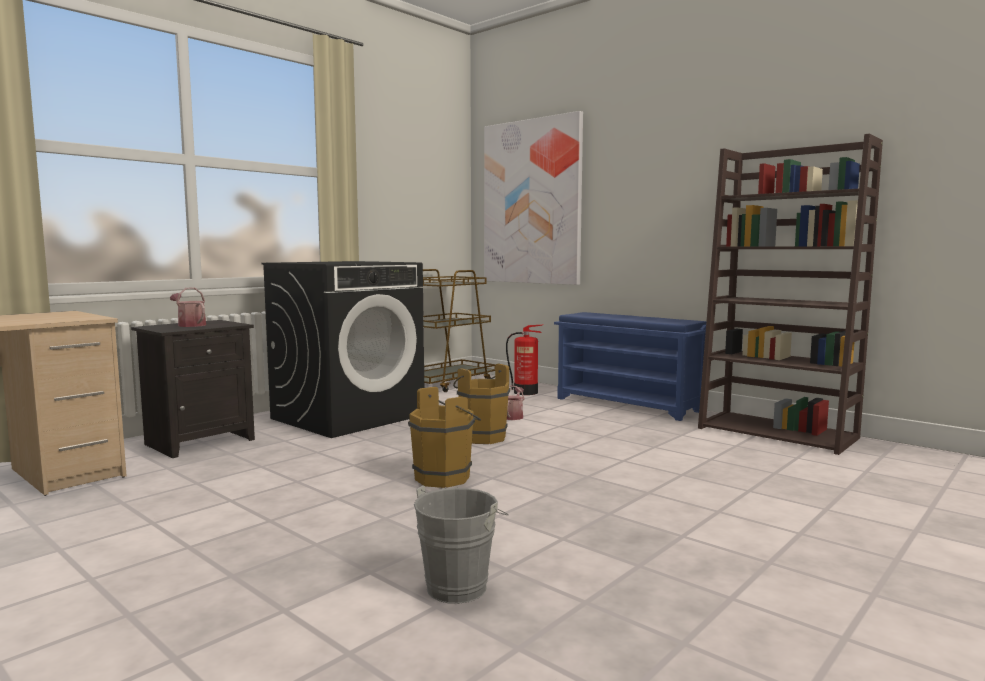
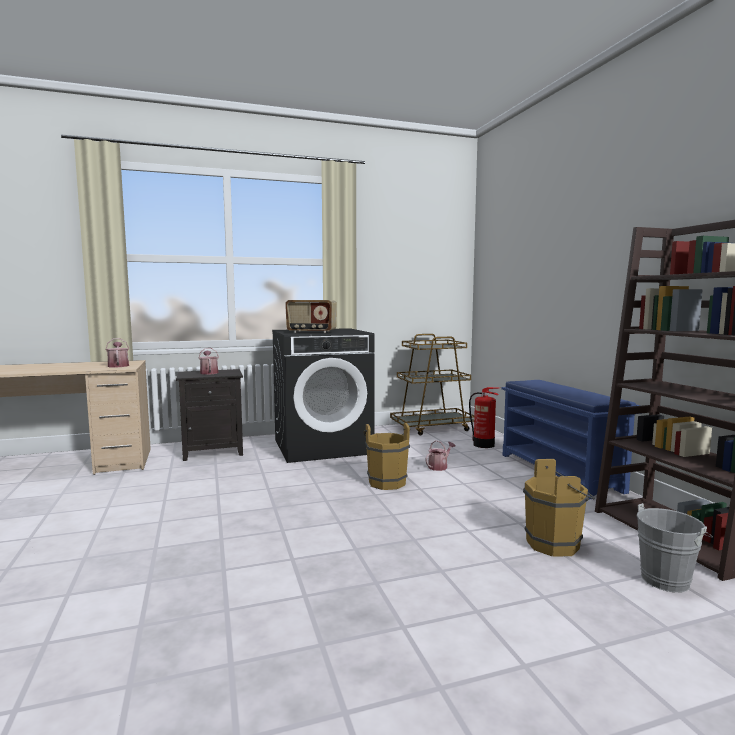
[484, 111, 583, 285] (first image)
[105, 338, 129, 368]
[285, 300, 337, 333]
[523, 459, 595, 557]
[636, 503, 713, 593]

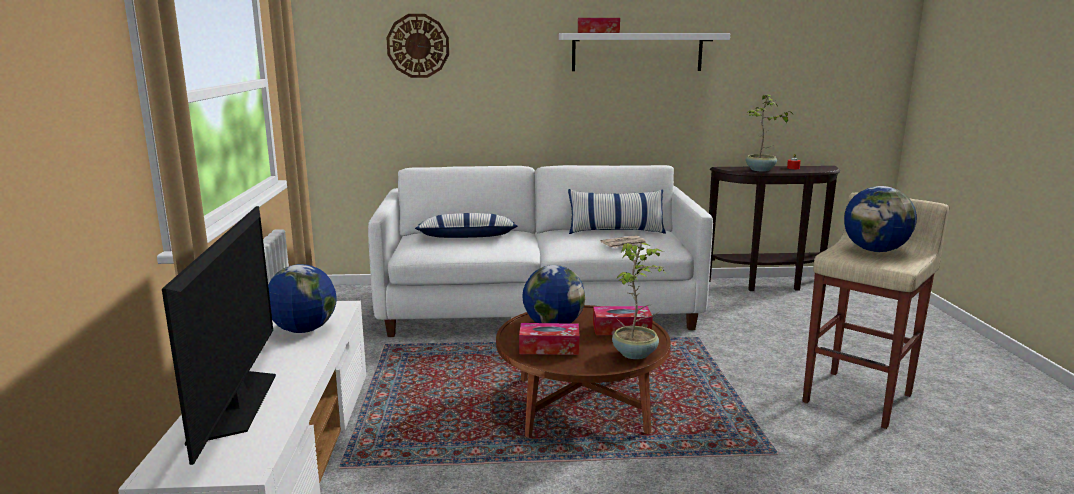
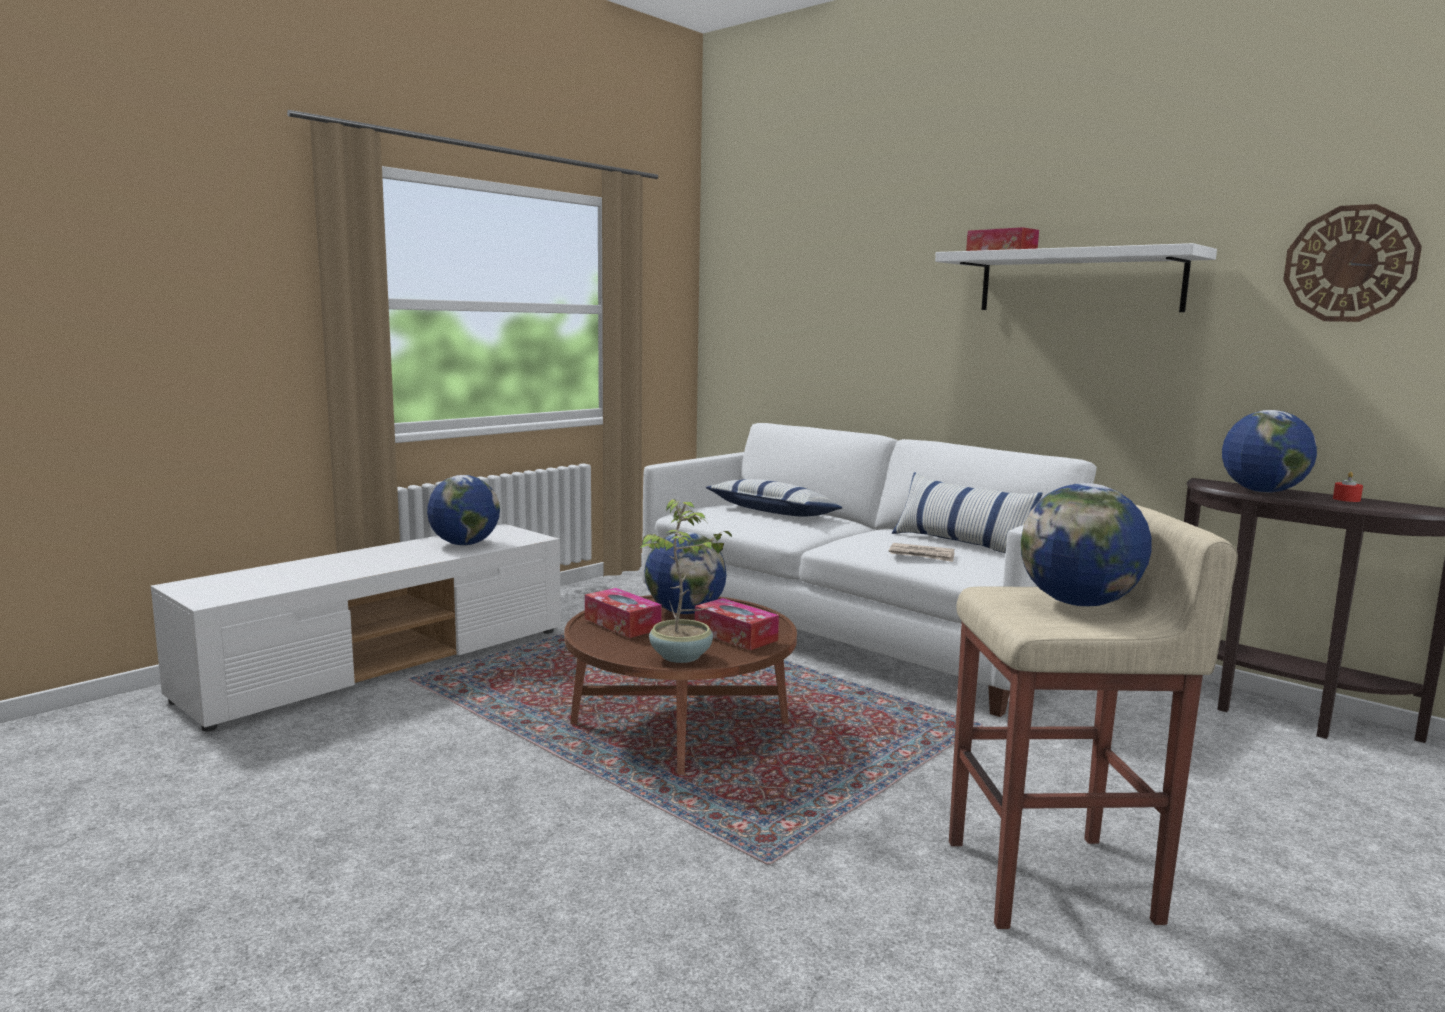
[162, 206, 276, 465] (first image)
[1283, 204, 1422, 322]
[1222, 410, 1317, 493]

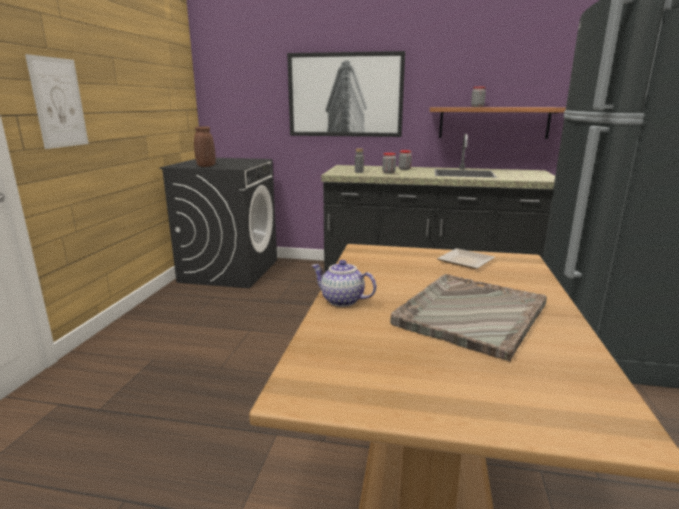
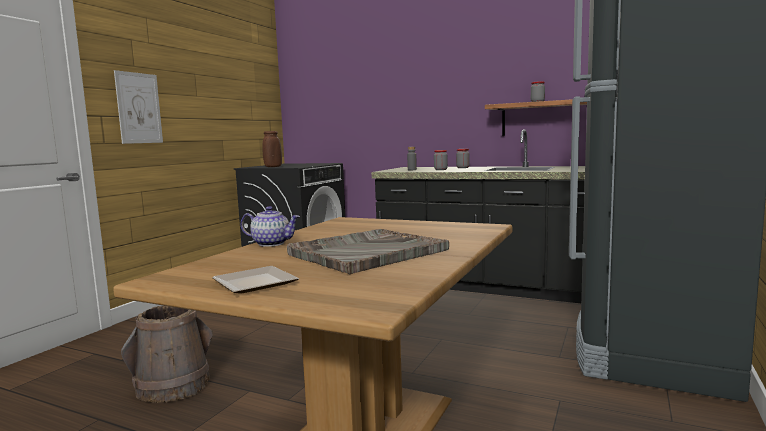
[287, 51, 405, 137] (first image)
[121, 306, 213, 403]
[212, 266, 299, 294]
[241, 206, 300, 247]

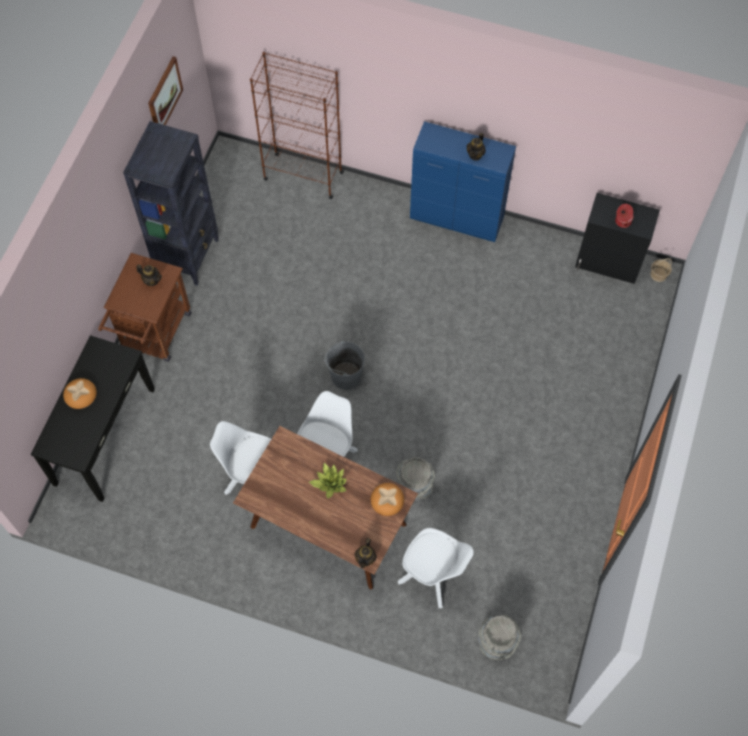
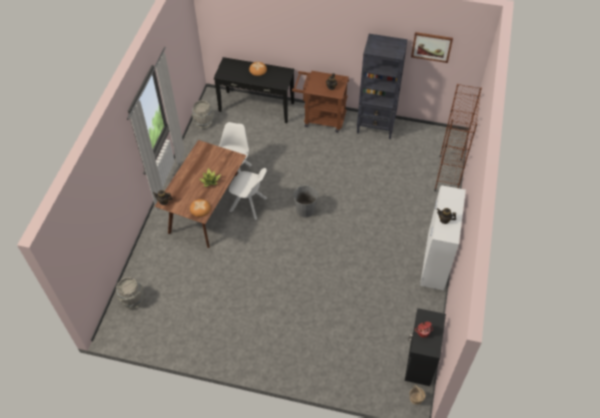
[398, 528, 474, 608] (first image)
[191, 100, 214, 128]
[420, 185, 466, 290]

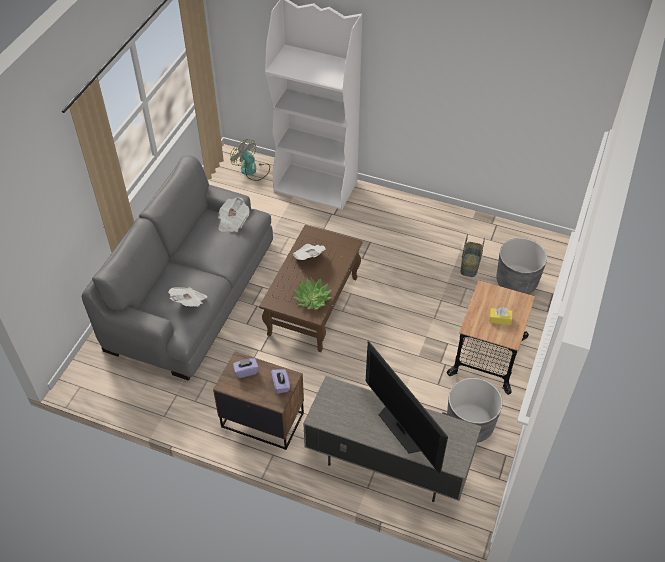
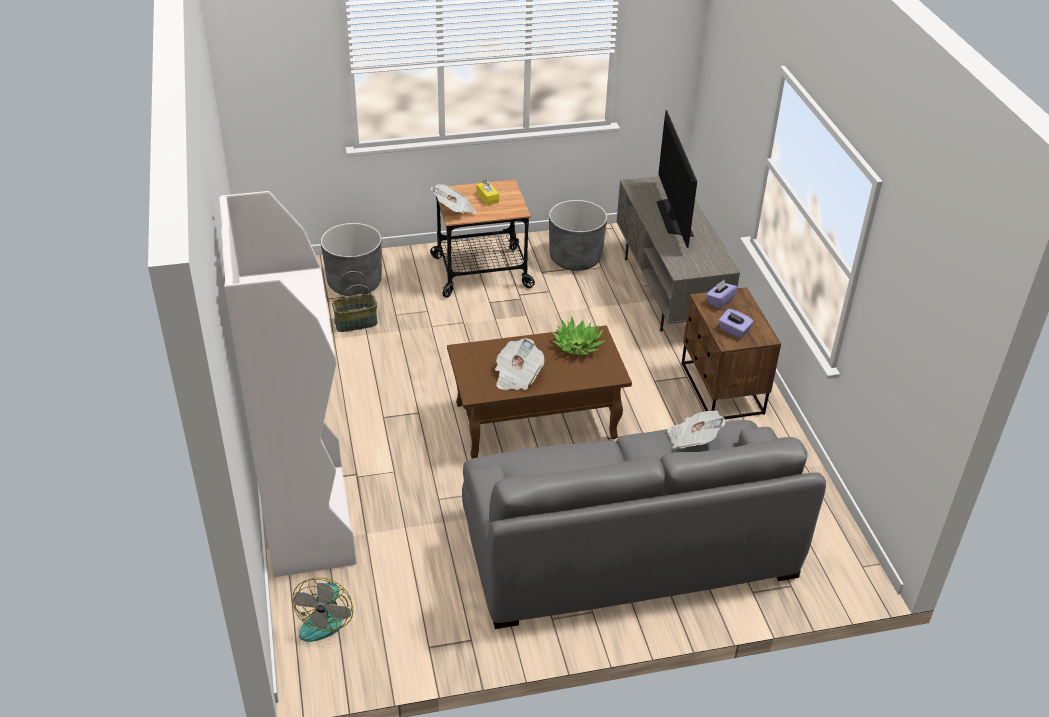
[431, 184, 477, 214]
[657, 110, 697, 248]

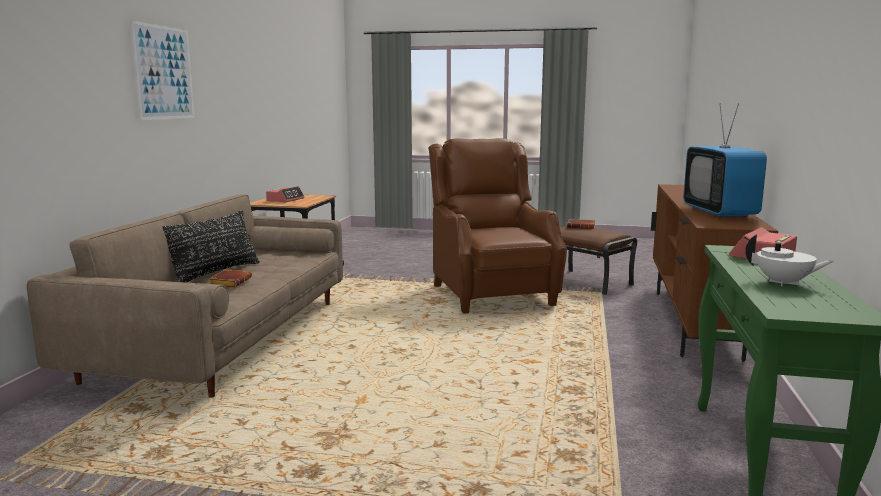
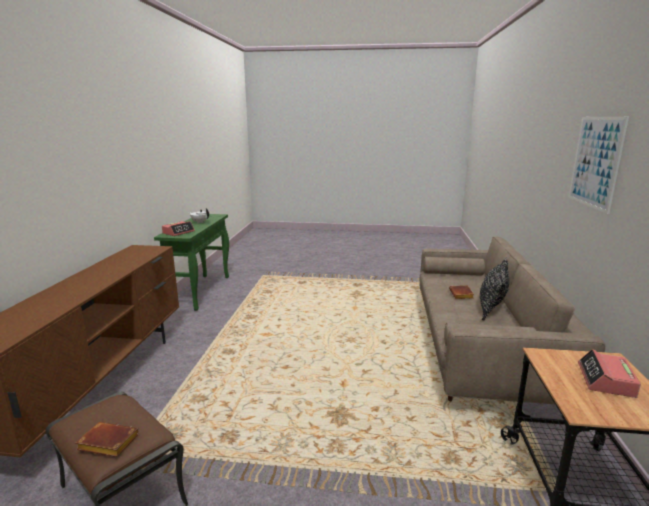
[428, 138, 567, 314] (first image)
[683, 103, 767, 217] (first image)

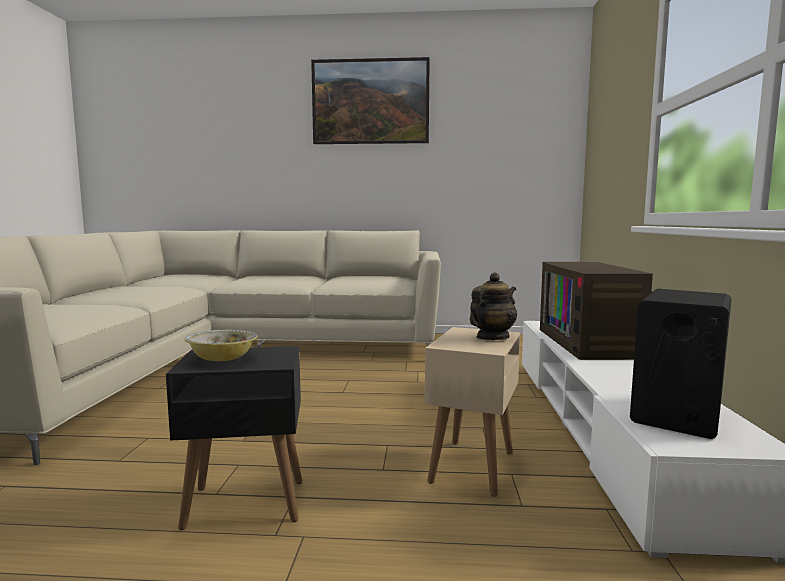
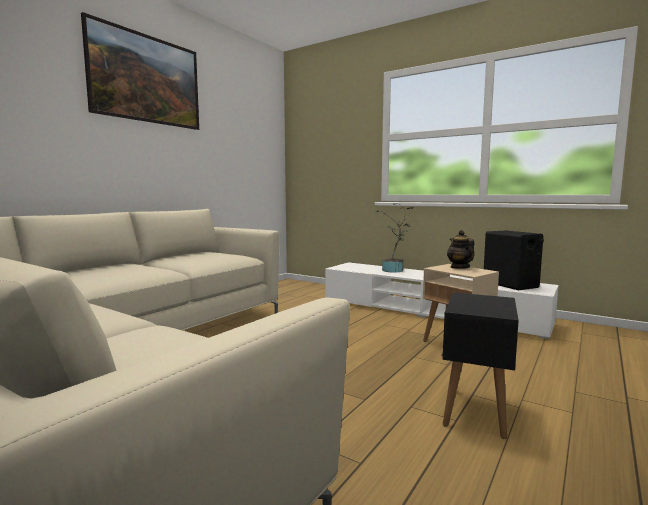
[185, 330, 257, 361] (first image)
[374, 203, 414, 273]

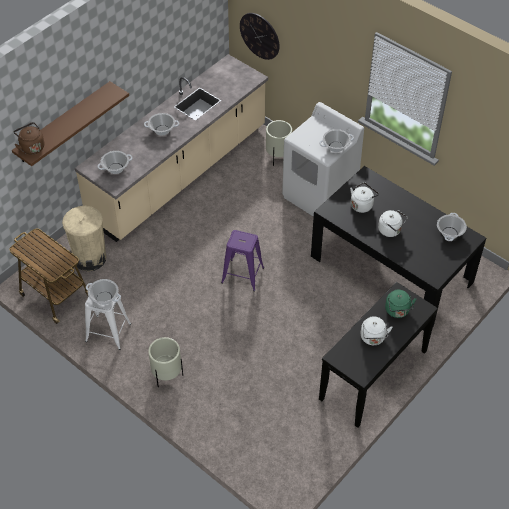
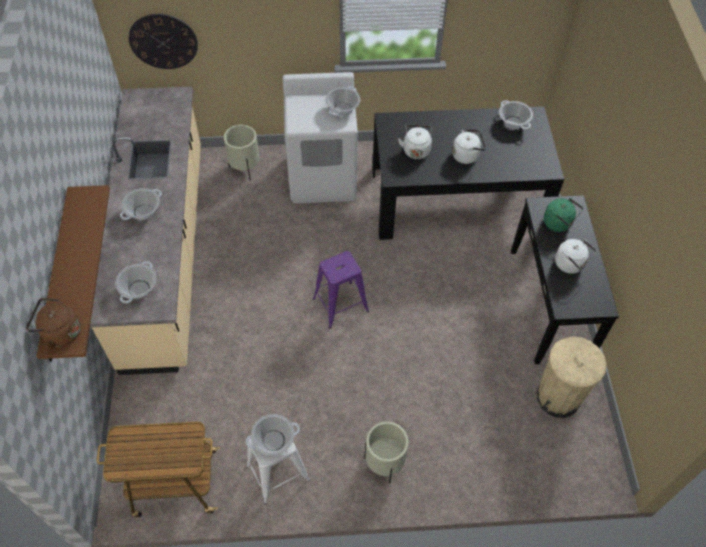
[537, 336, 607, 418]

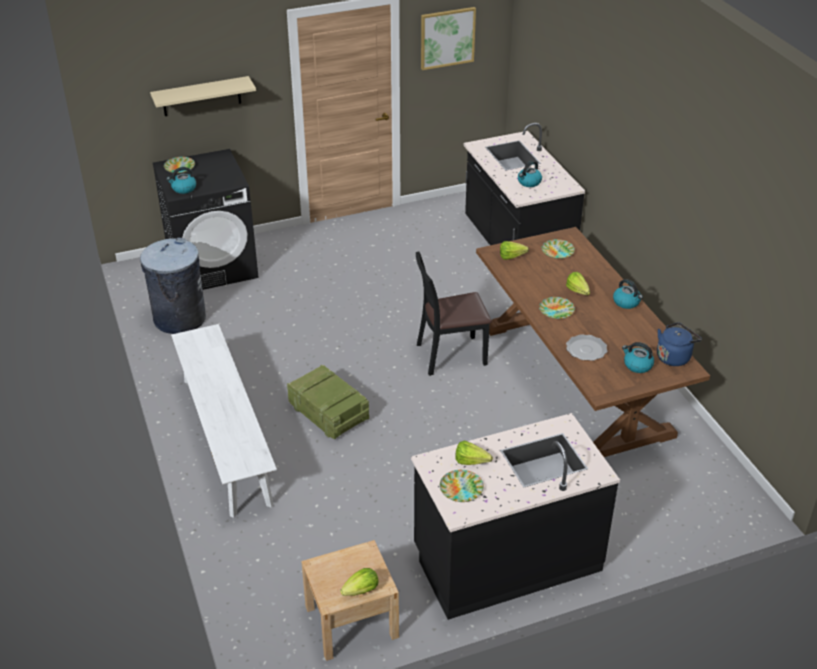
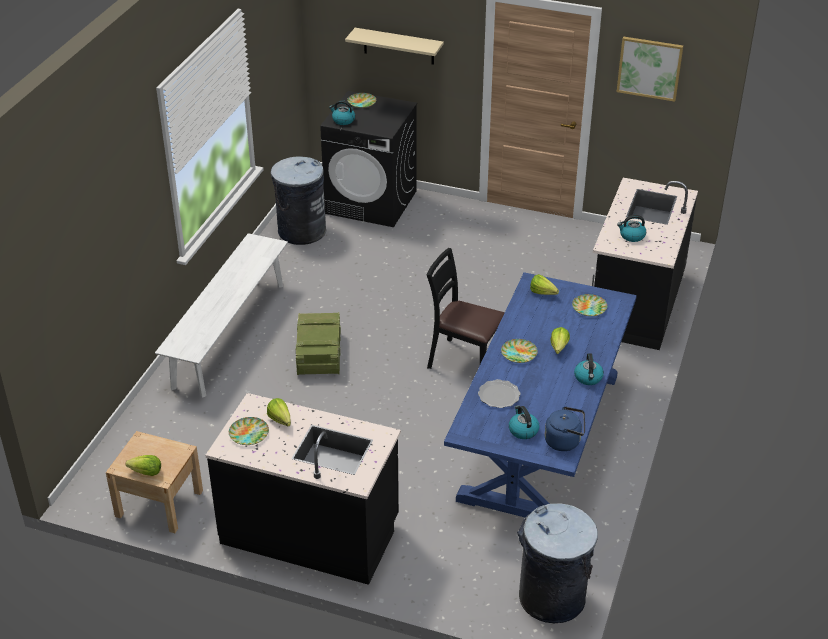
[517, 503, 598, 623]
[444, 272, 637, 518]

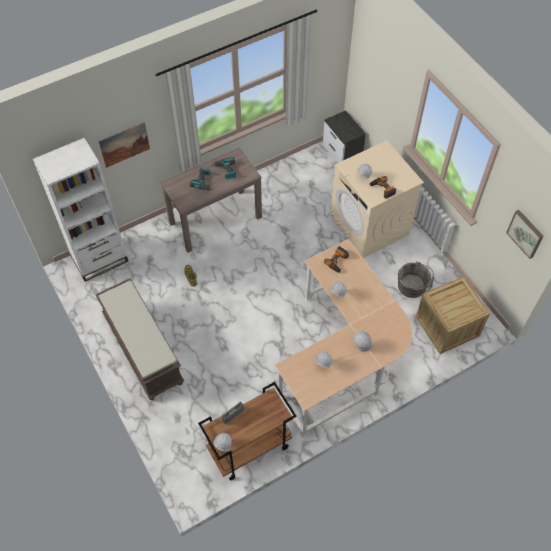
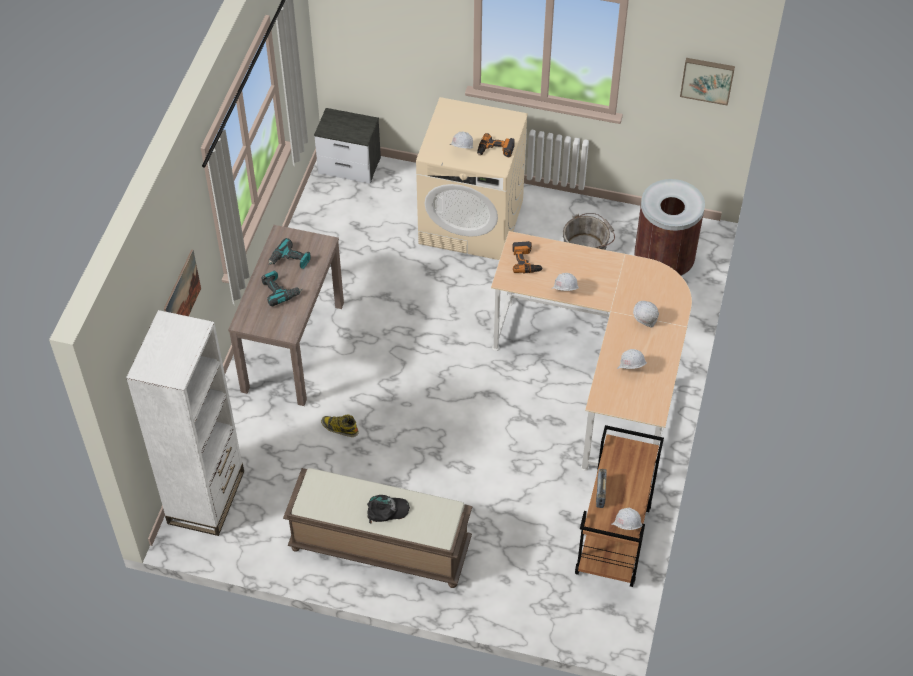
[367, 495, 410, 523]
[634, 179, 705, 276]

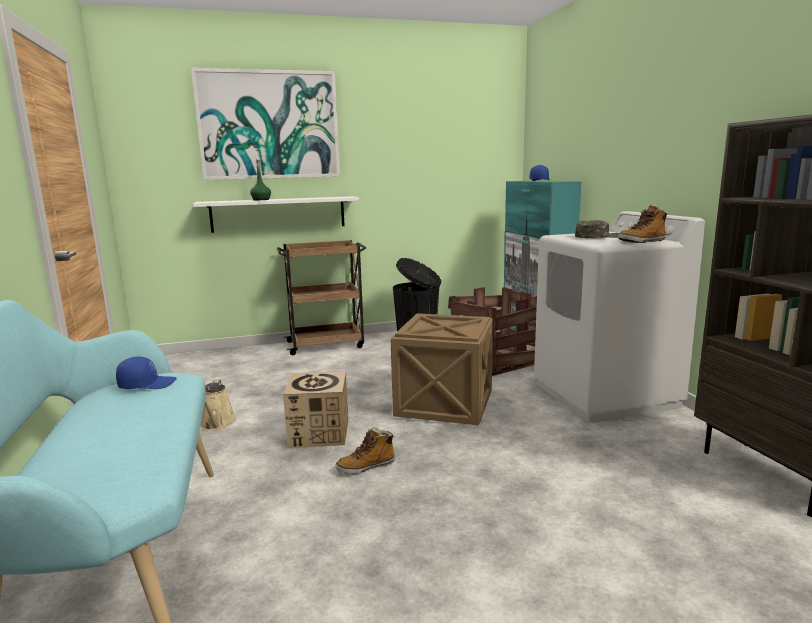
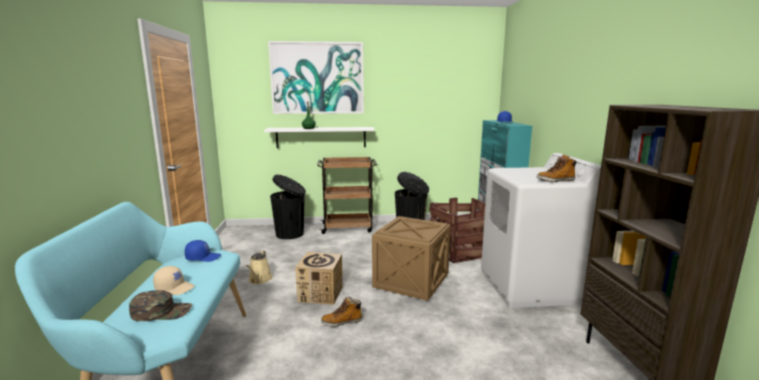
[153, 266, 194, 295]
[270, 175, 306, 239]
[129, 290, 192, 321]

